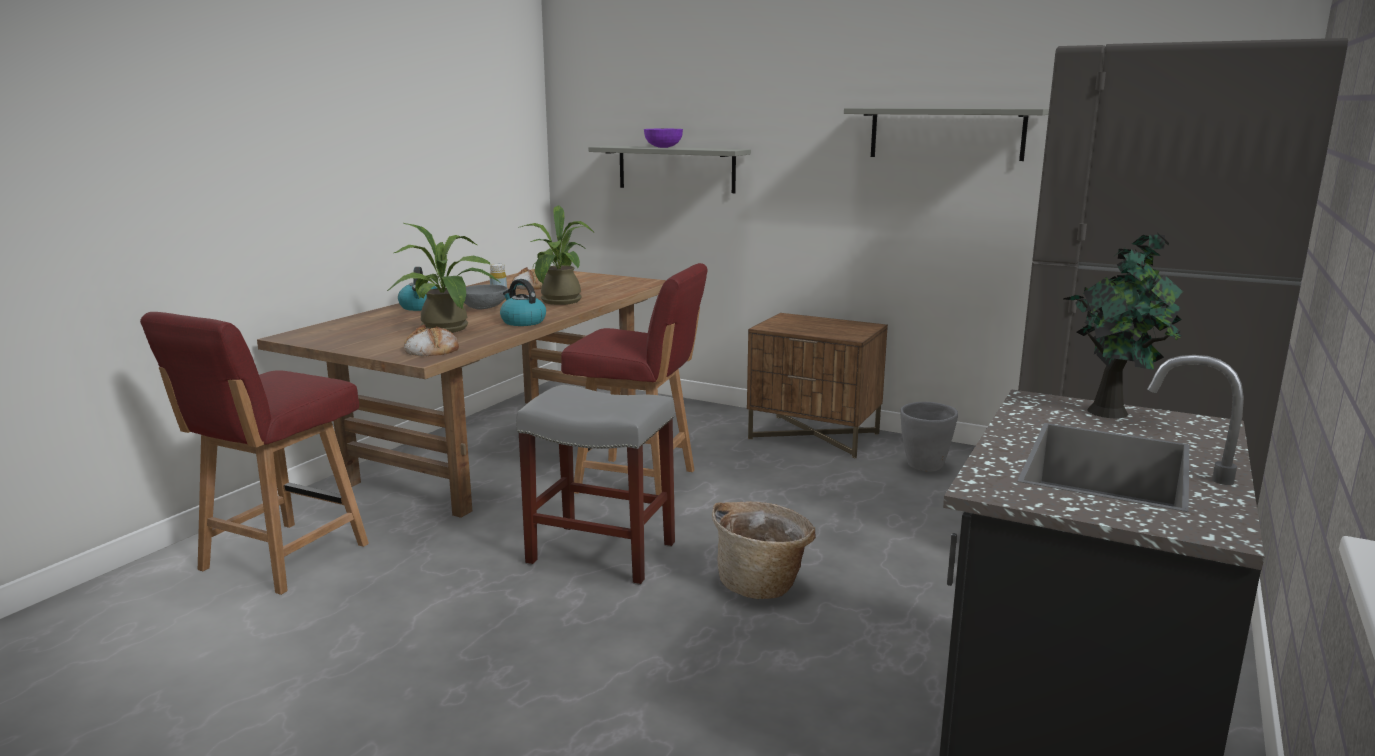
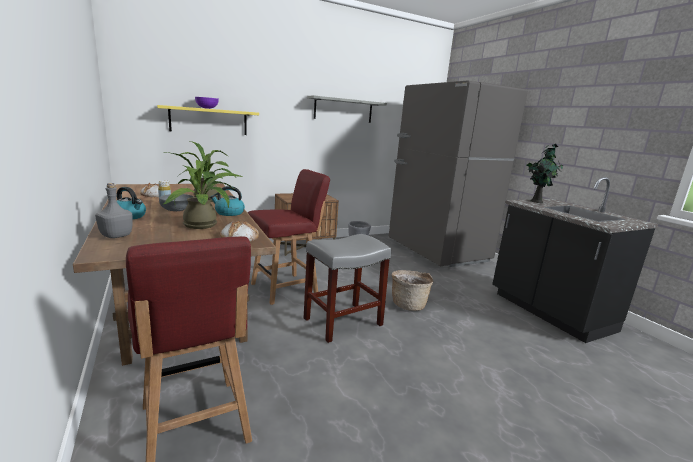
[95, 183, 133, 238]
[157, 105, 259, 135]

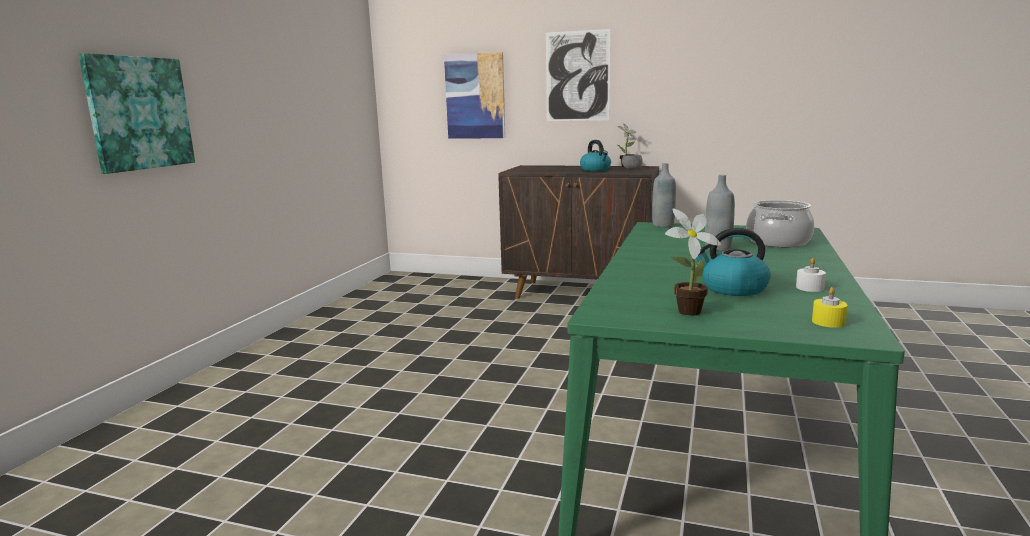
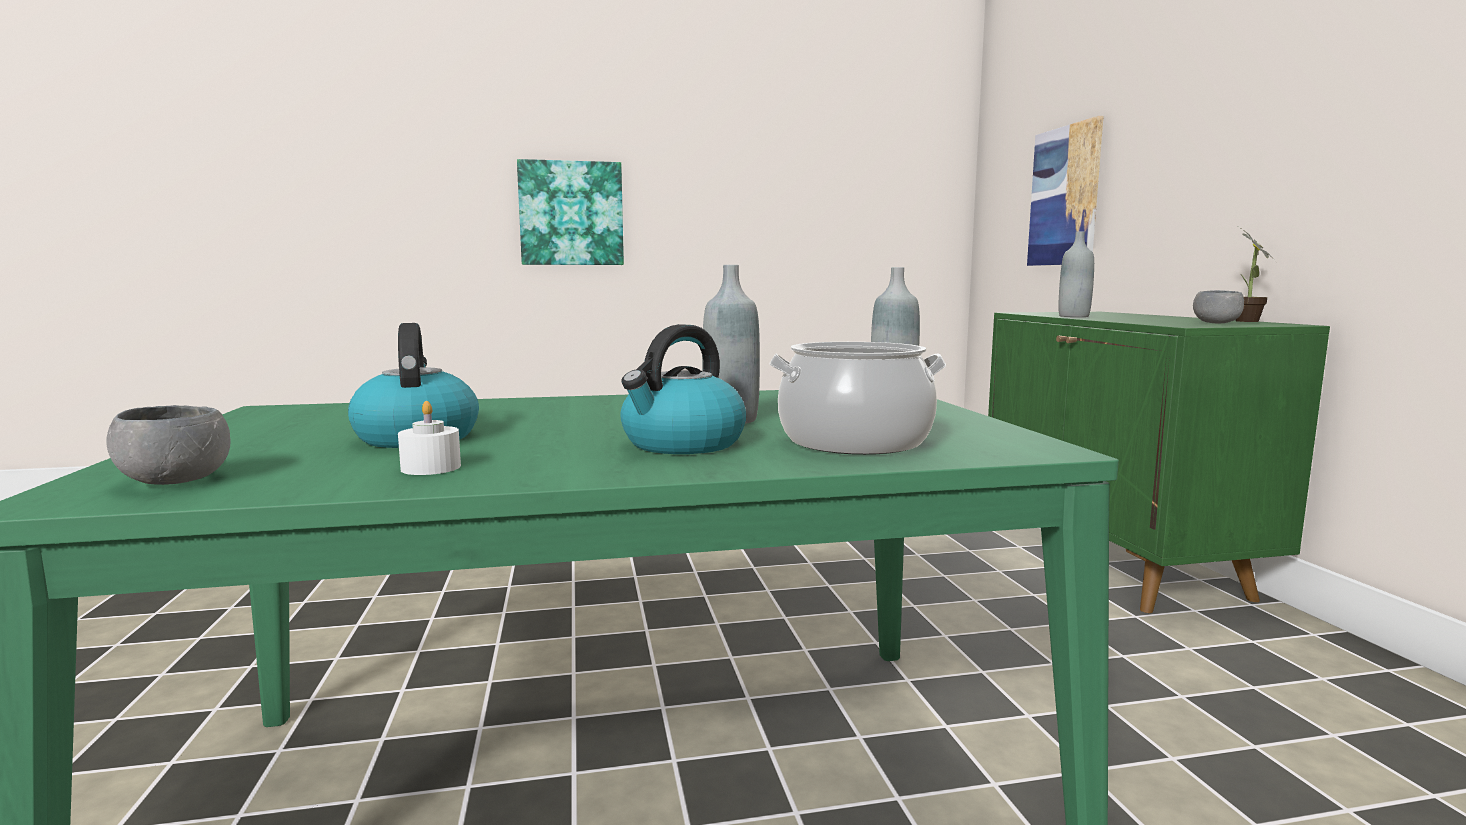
[546, 29, 610, 121] (first image)
[665, 209, 722, 316] (first image)
[1058, 231, 1094, 317]
[620, 324, 746, 454]
[106, 405, 230, 485]
[988, 312, 1330, 613]

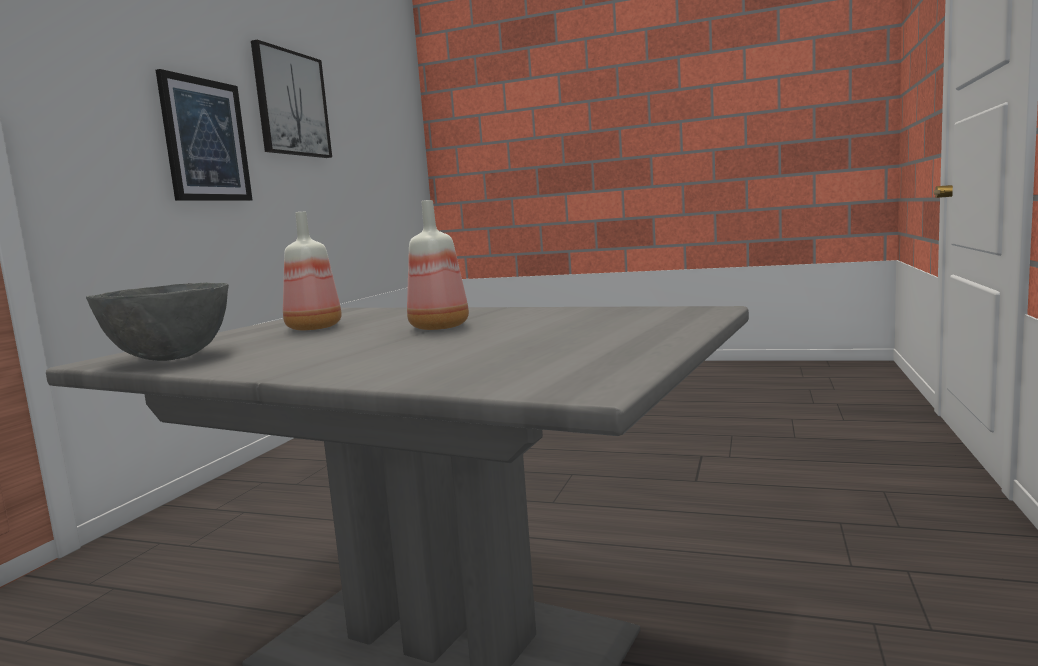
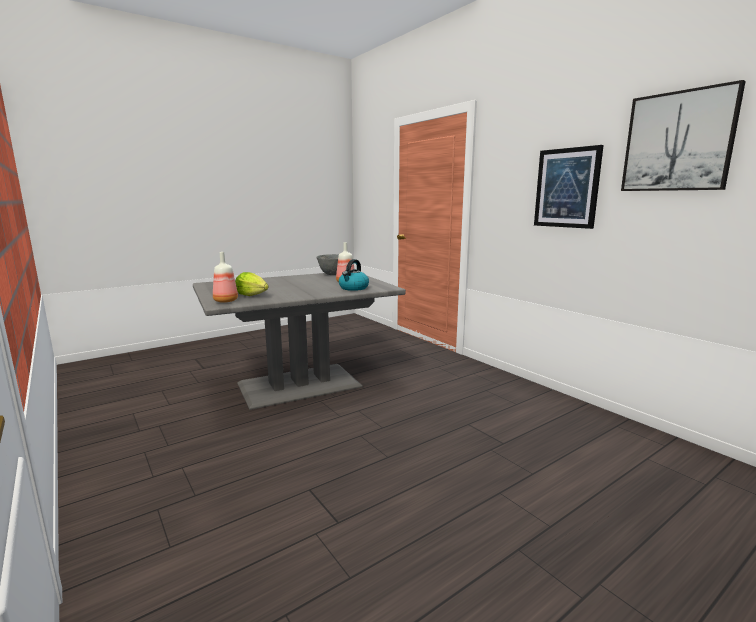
[235, 272, 269, 296]
[339, 259, 369, 291]
[213, 252, 238, 303]

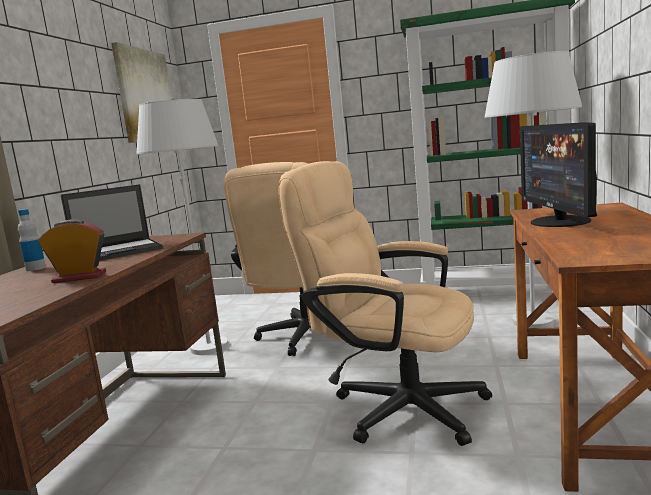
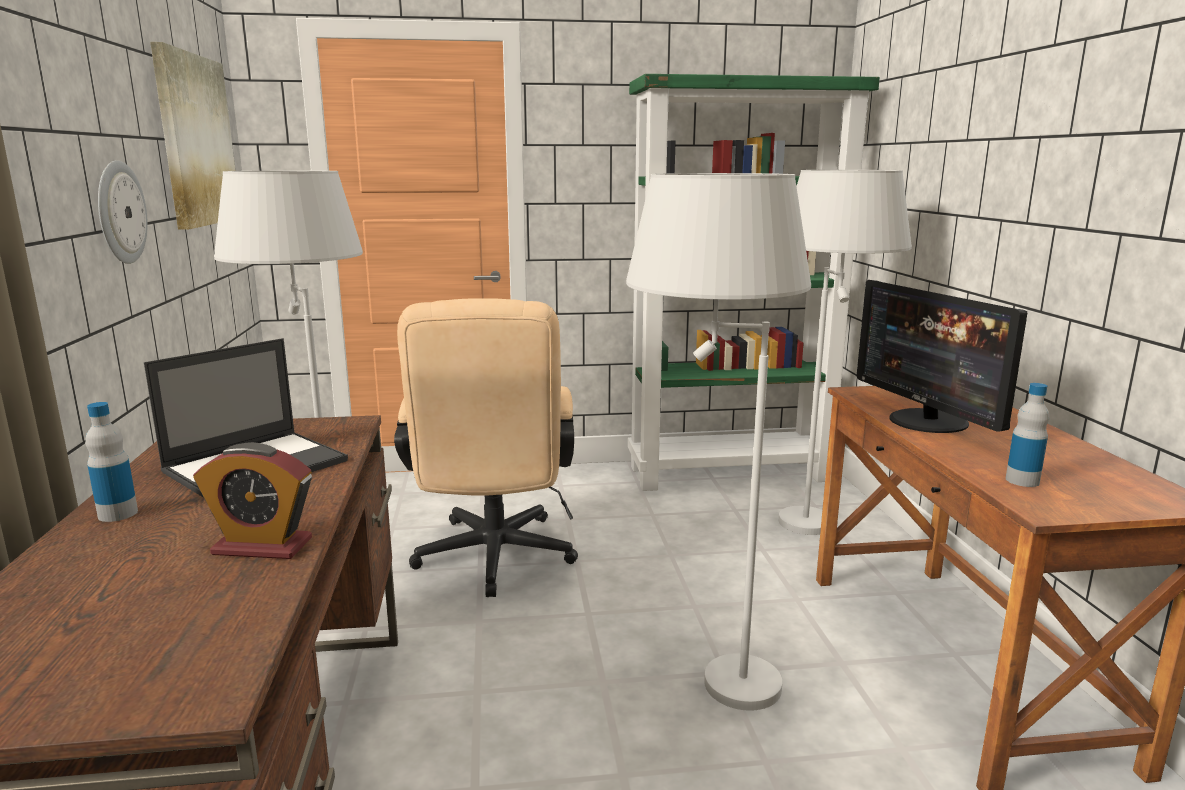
[98, 160, 148, 264]
[1006, 383, 1049, 487]
[626, 173, 811, 711]
[193, 442, 312, 559]

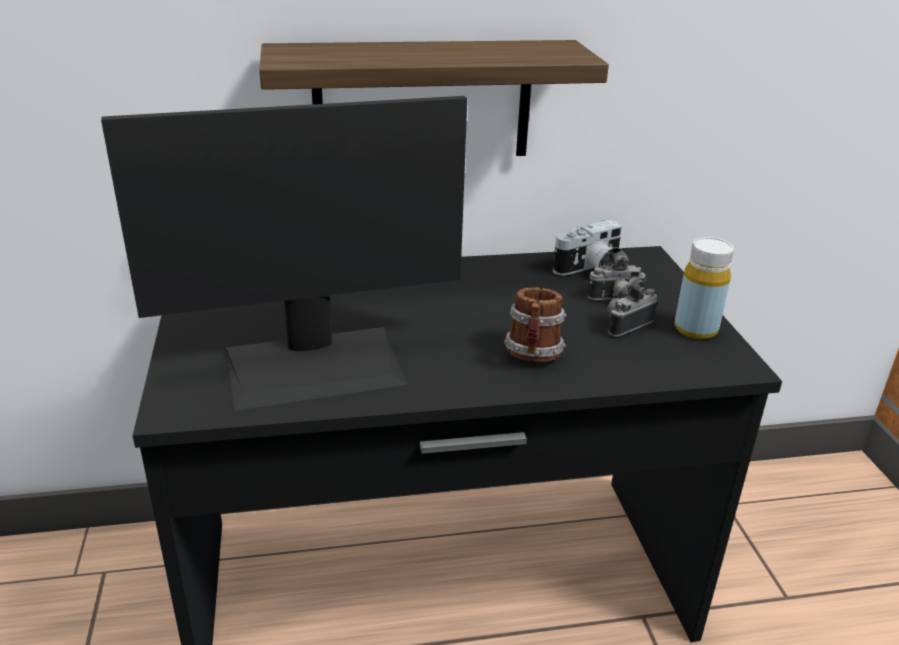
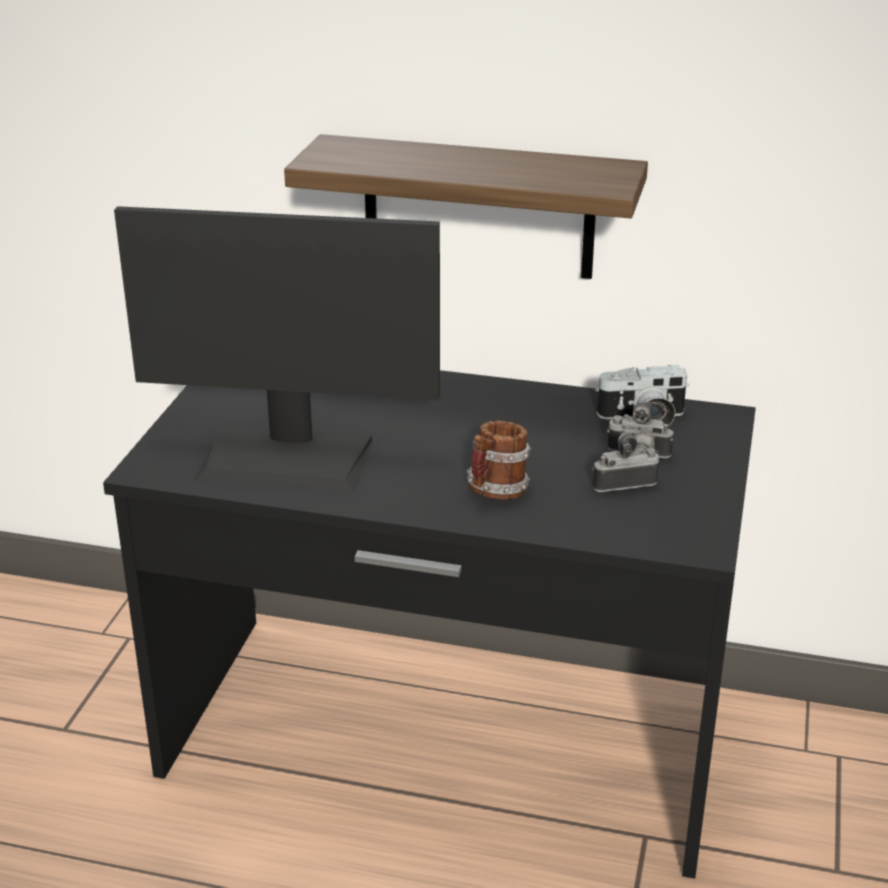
[674, 237, 734, 340] (first image)

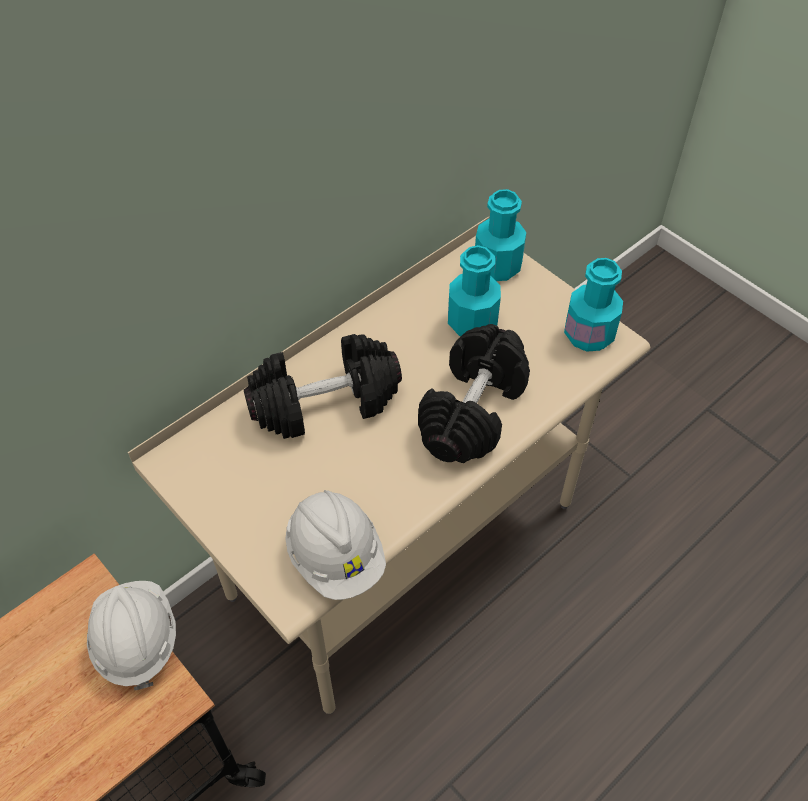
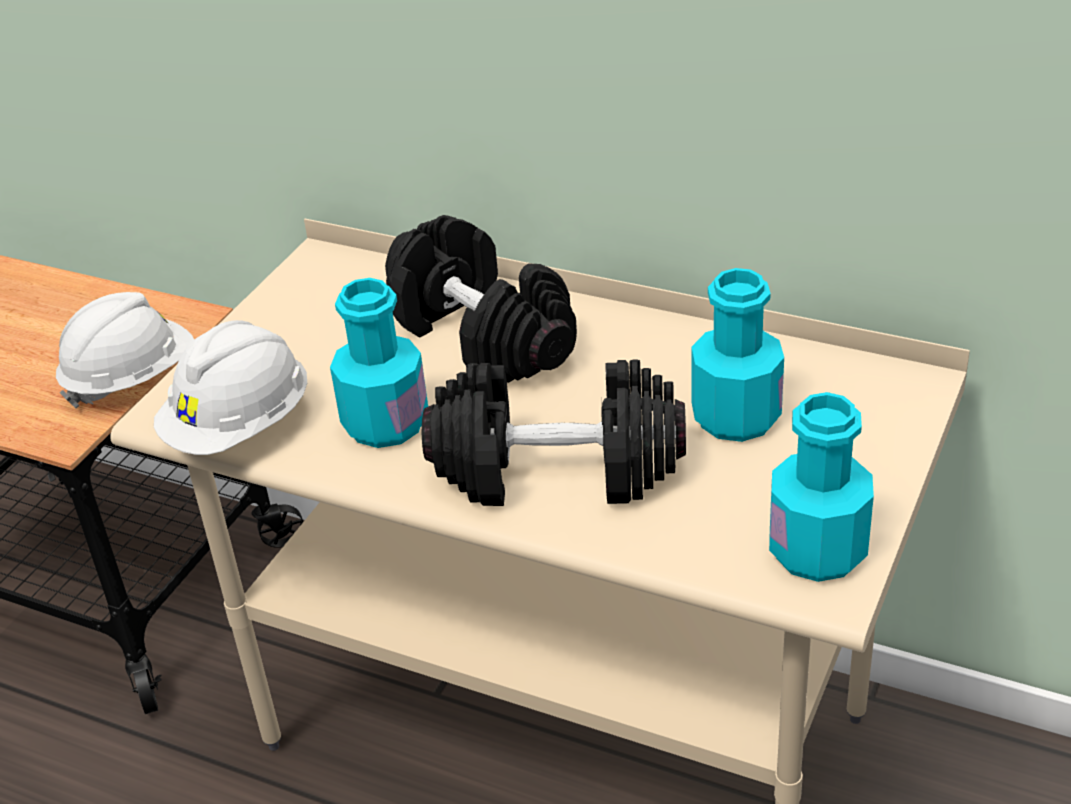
[330, 278, 428, 448]

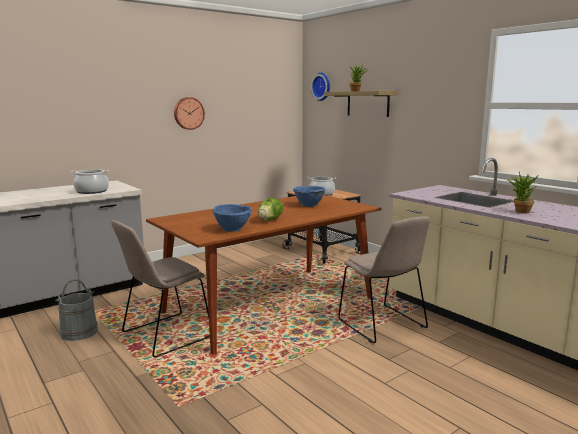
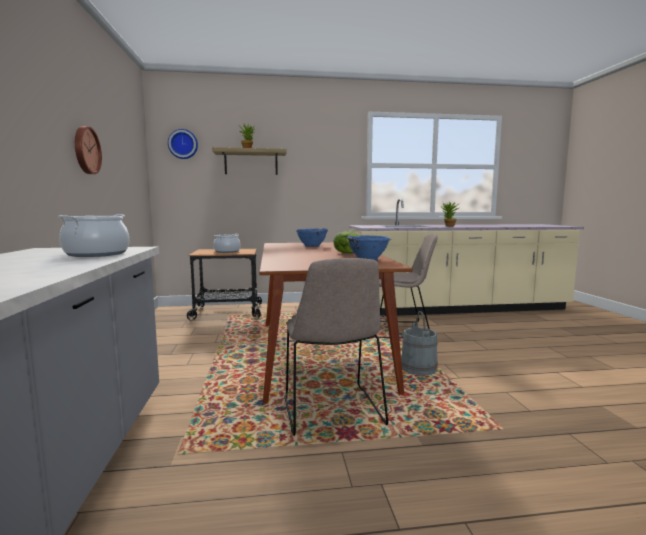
[401, 311, 438, 375]

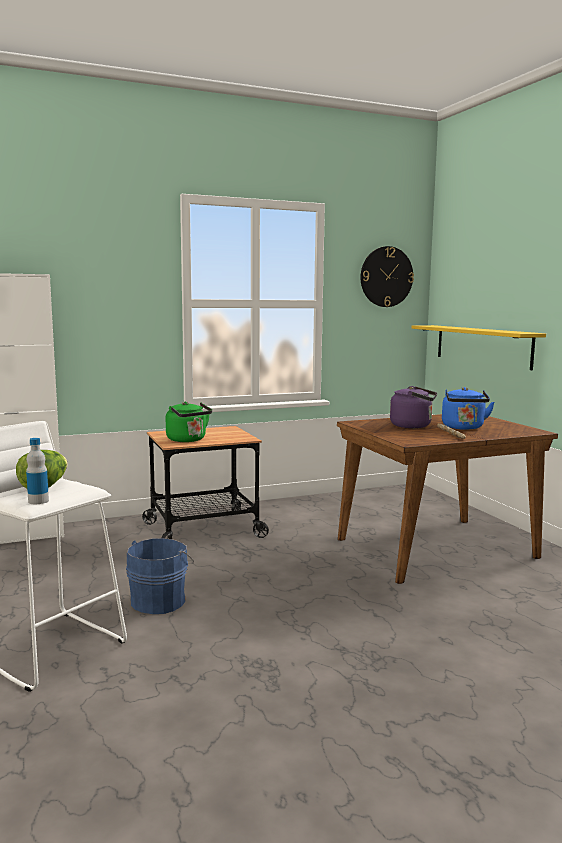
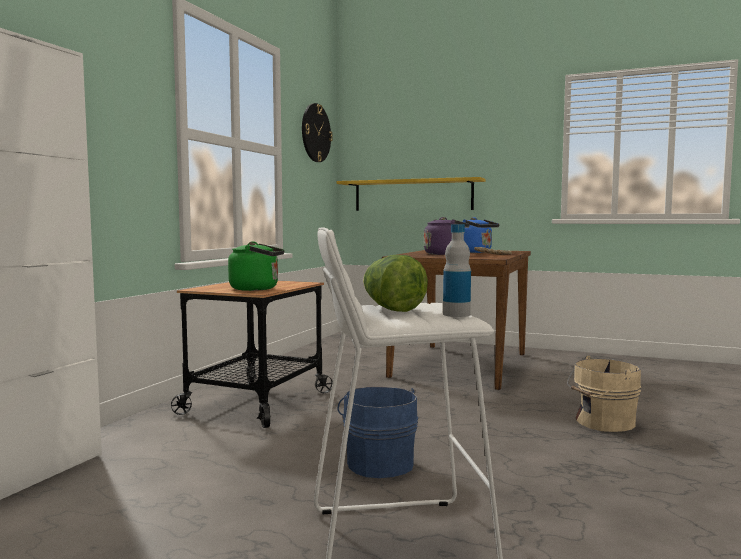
[567, 356, 642, 432]

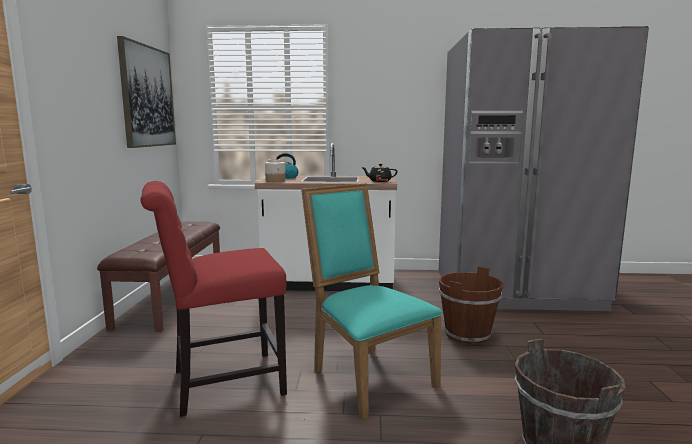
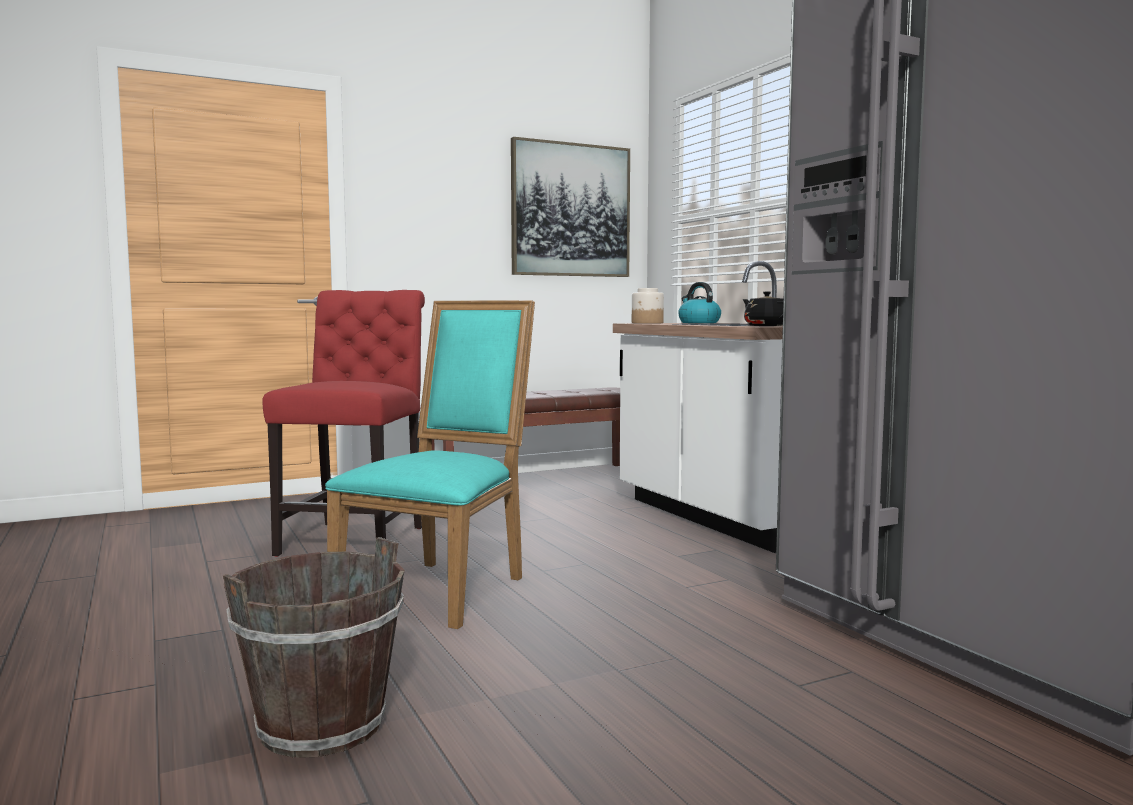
[439, 266, 503, 344] (first image)
[262, 290, 425, 557]

